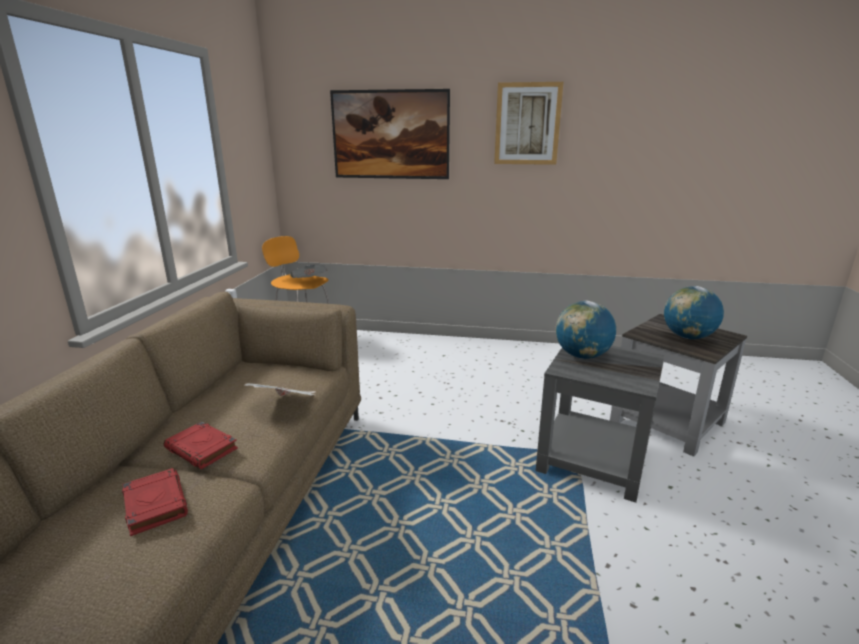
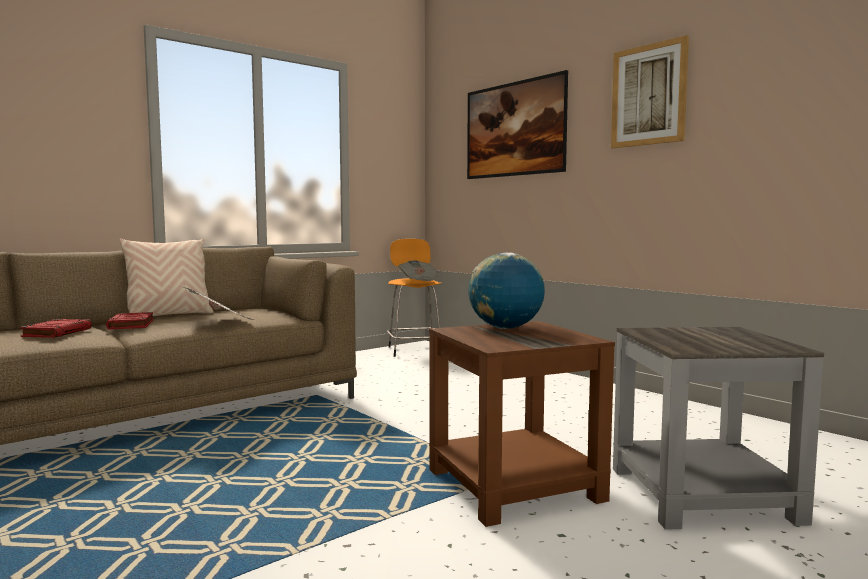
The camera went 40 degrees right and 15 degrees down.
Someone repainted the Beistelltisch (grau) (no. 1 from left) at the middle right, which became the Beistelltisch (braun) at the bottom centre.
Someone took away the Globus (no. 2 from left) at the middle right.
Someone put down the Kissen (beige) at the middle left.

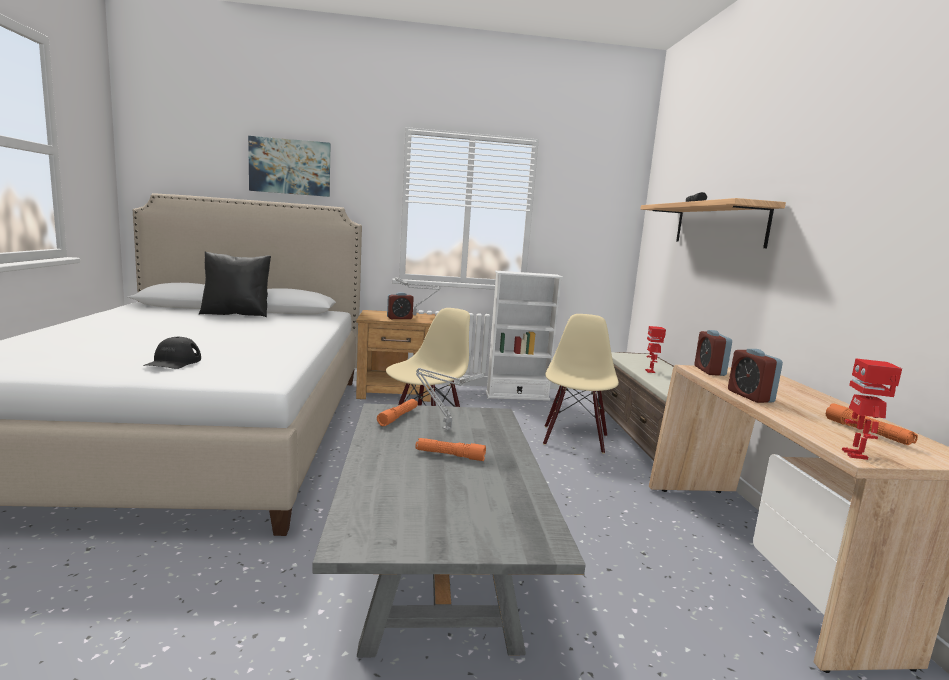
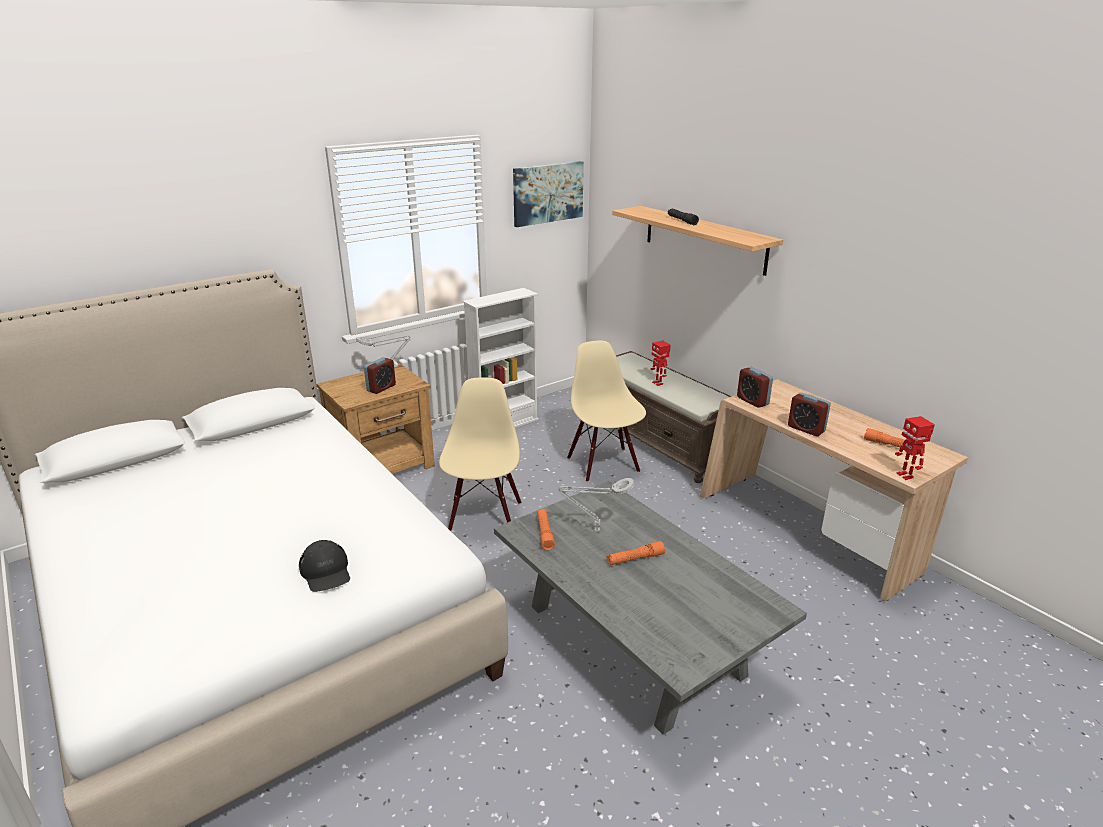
The camera went 30 degrees left and 15 degrees up.
Someone took away the Kissen (schwarz) at the middle left.
Someone carried the Bild from the top left to the top centre.

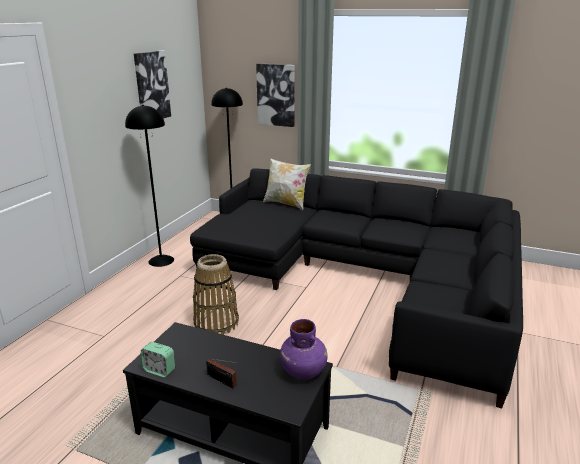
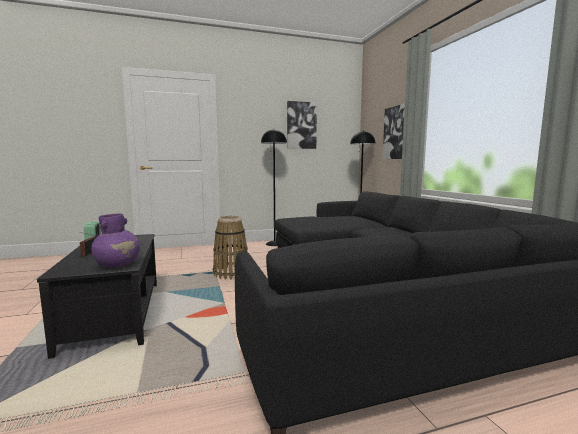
The camera went 50 degrees right and 15 degrees down.
Someone took away the Kissen at the centre.

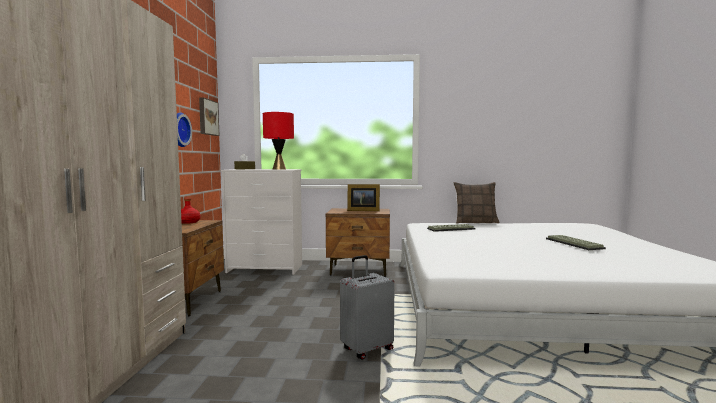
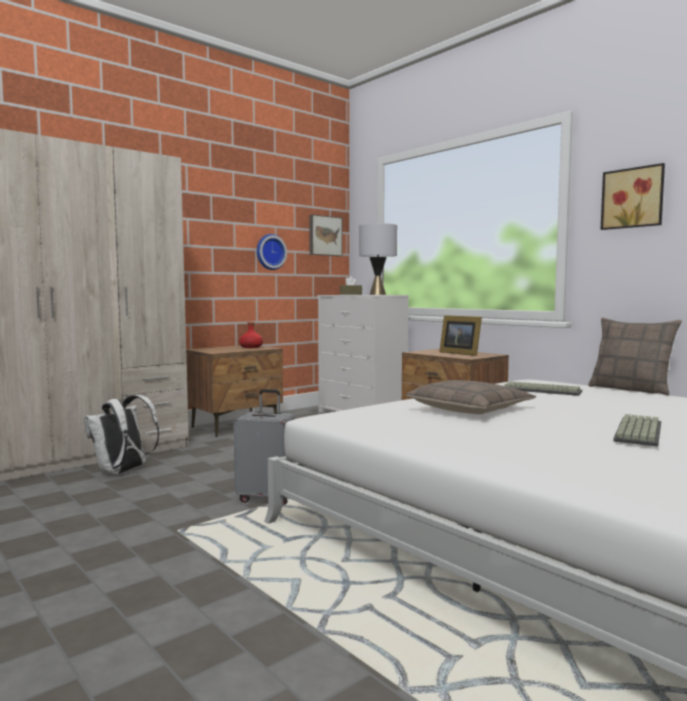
The camera went 45 degrees right and 0 degrees up.
Someone repainted the Tischlampe (rot) at the centre, which became the Tischlampe (grau) at the centre.
Someone put down the Rucksack (weiß) at the middle left.
Someone put down the Kissen (no. 1 from left) at the middle right.
Someone put up the Bild (no. 2 from left) at the top right.

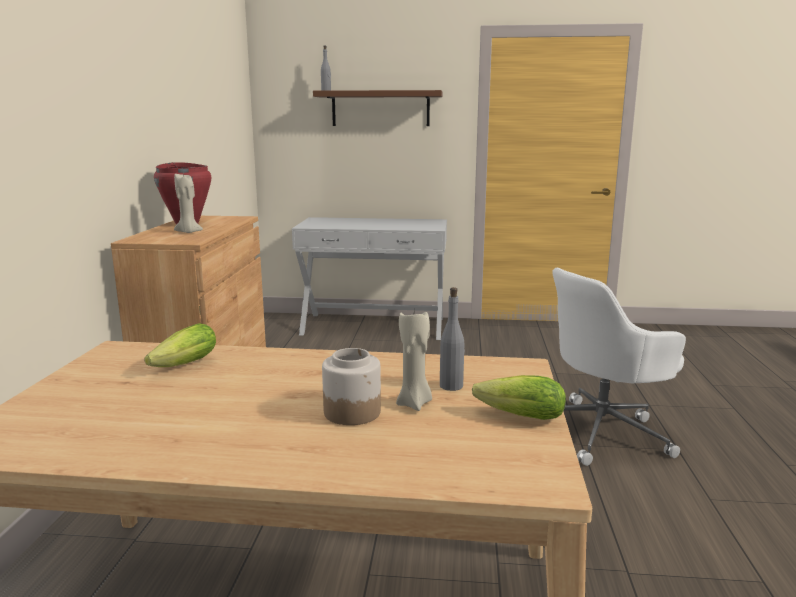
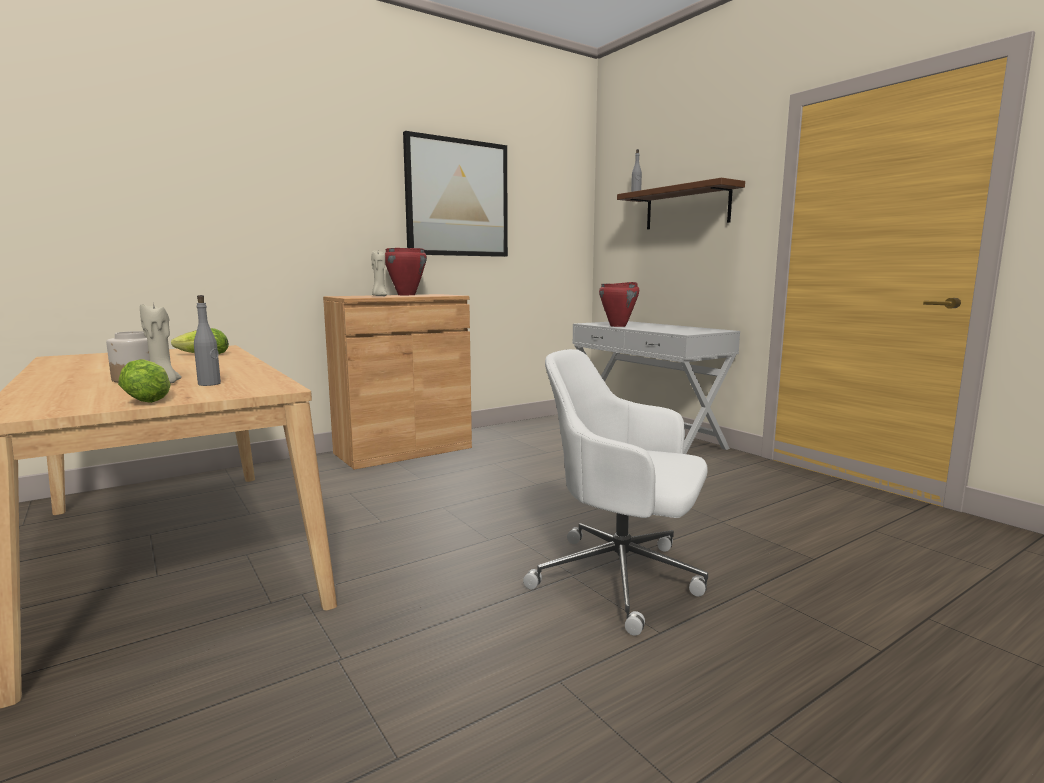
The camera went 50 degrees right and 5 degrees down.
Someone put up the Bild at the top centre.
Someone put down the Kochtopf (rot) (no. 2 from left) at the centre.

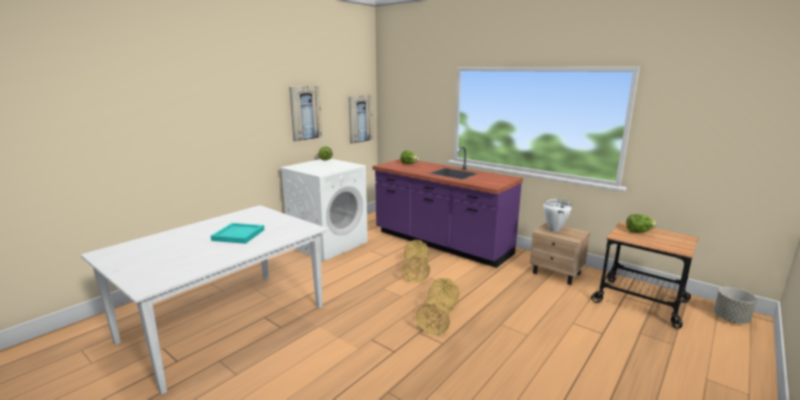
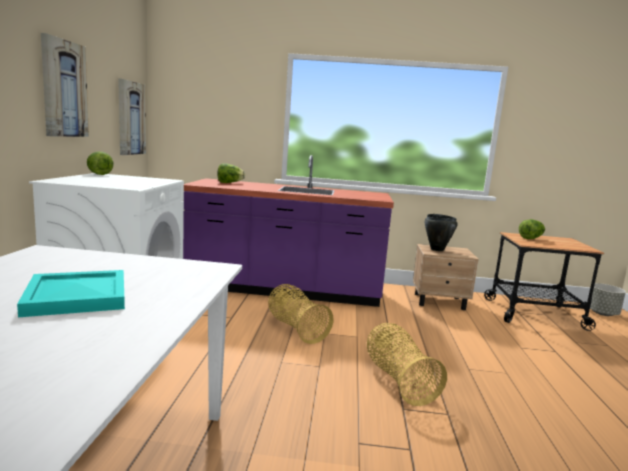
The camera went 35 degrees left and 5 degrees down.
Someone repainted the Kochtopf (weiß) at the middle right, which became the Kochtopf (schwarz) at the middle right.

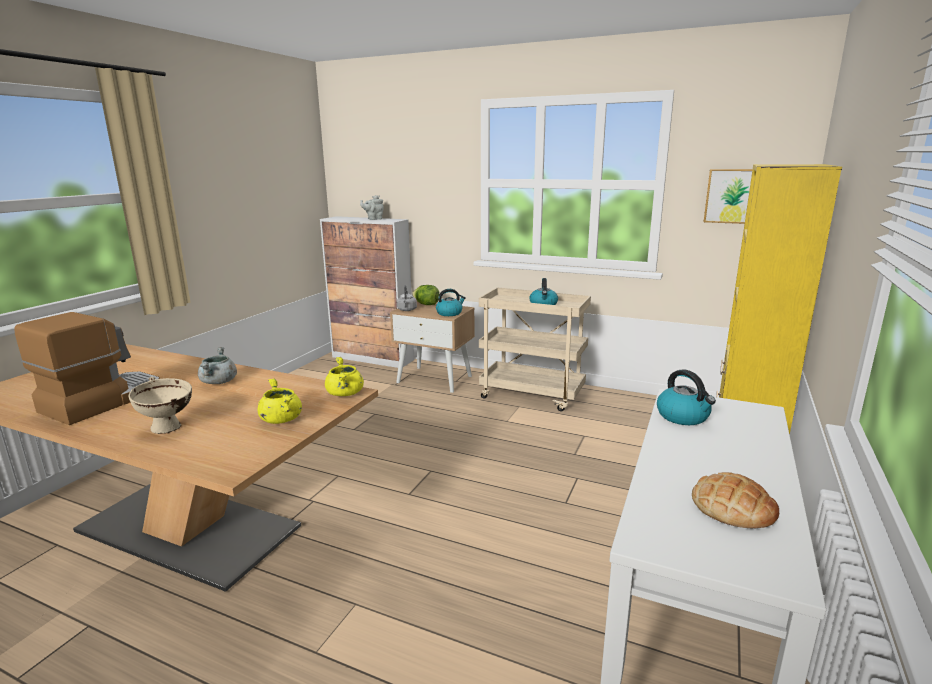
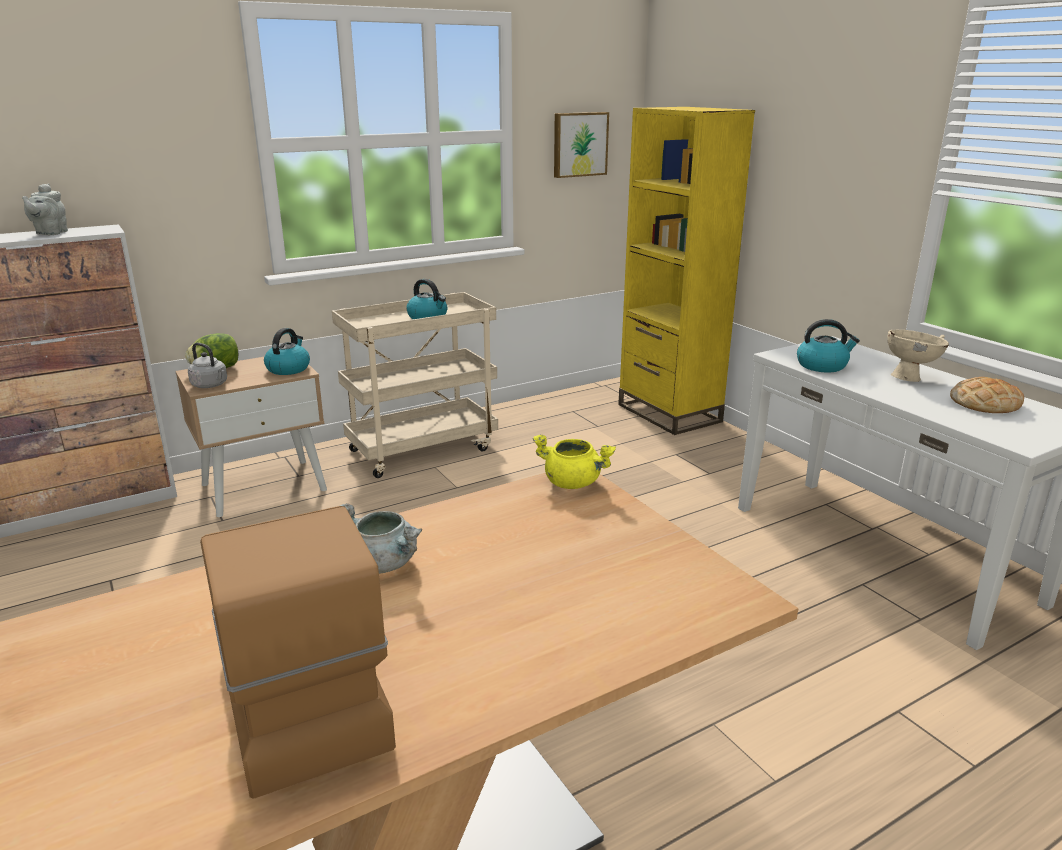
The camera went 55 degrees left and 5 degrees up.
Someone carried the Schüssel (beige) from the middle left to the middle right.
Someone took away the Kochtopf (gelb) (no. 1 from left) at the middle left.

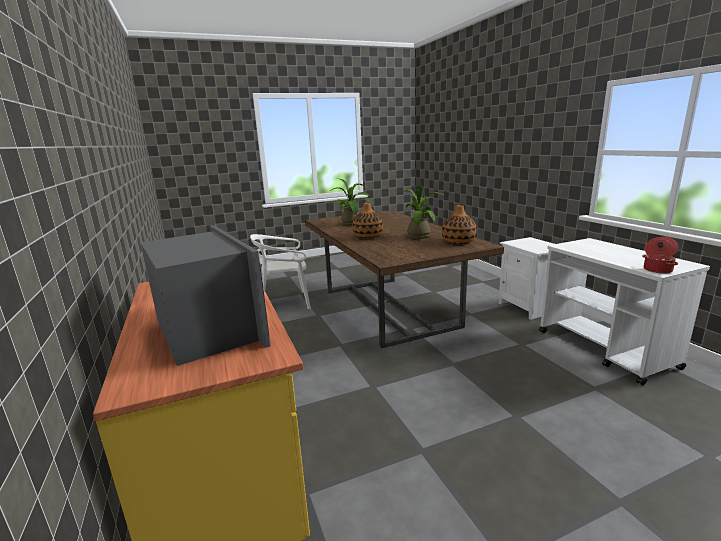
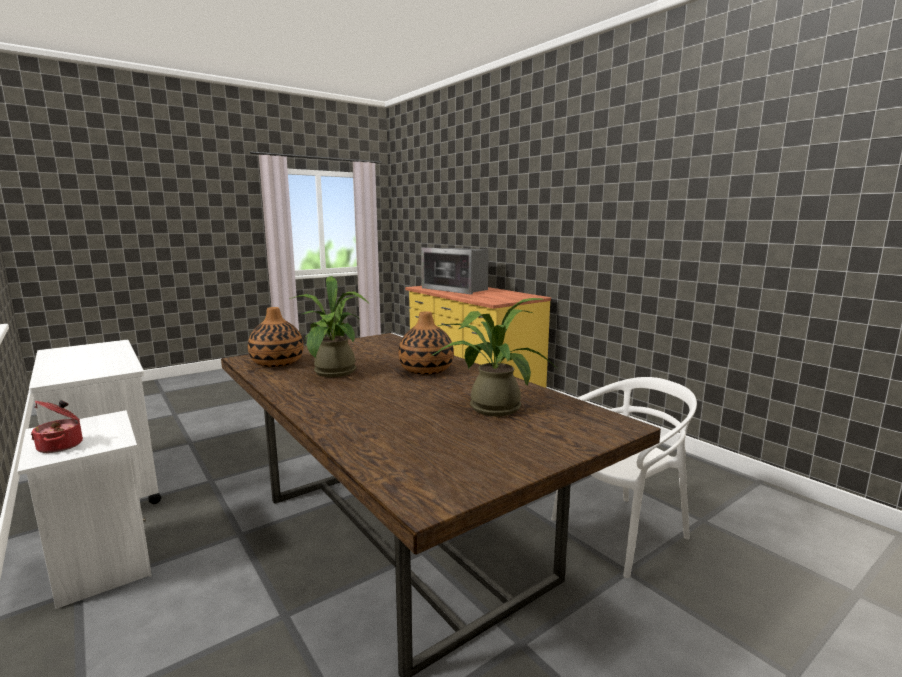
The camera went 165 degrees right and 5 degrees down.
Someone carried the Kochtopf from the middle right to the middle left.

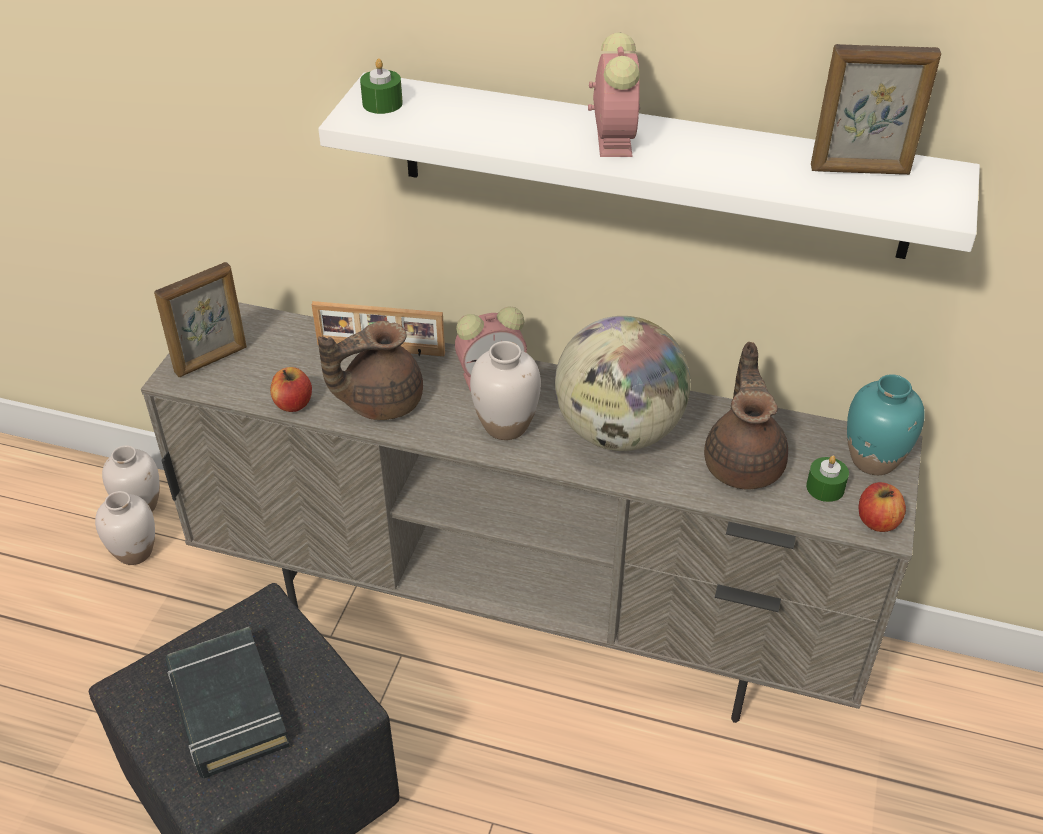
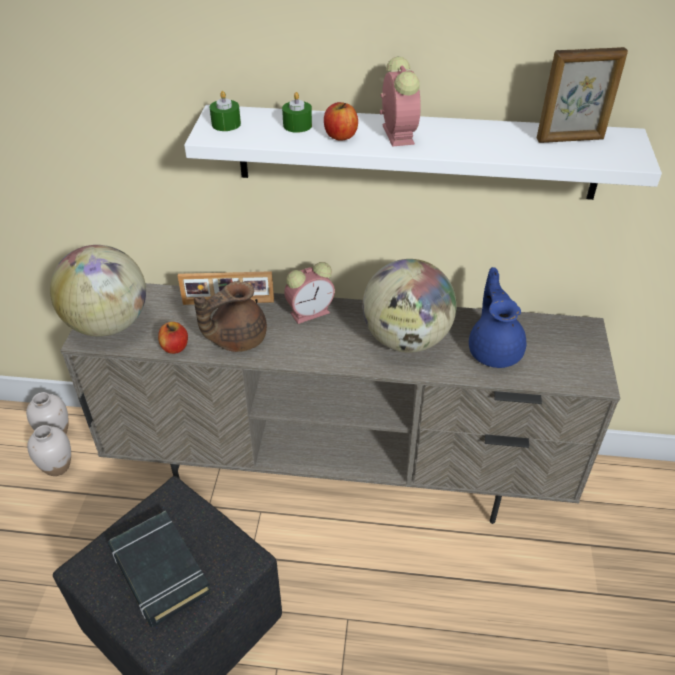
The camera went 10 degrees left and 0 degrees up.
Someone swapped the Bilderrahmen (no. 1 from left) at the middle left for the Globus (no. 1 from left) at the middle left.
Someone took away the Vase (weiß) (no. 3 from left) at the centre.
Someone repainted the Teekanne (braun) (no. 2 from left) at the middle right, which became the Teekanne (blau) at the middle right.
Someone carried the Kerze (grün) (no. 2 from left) from the middle right to the top centre.
Someone took away the Vase (türkis) at the middle right.
Someone carried the Apfel (no. 2 from left) from the middle right to the top centre.

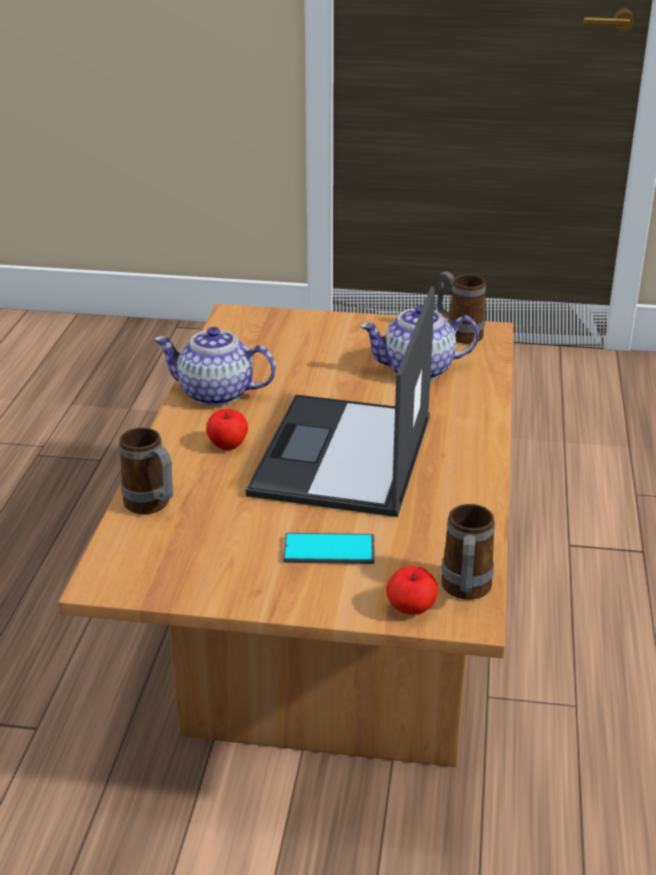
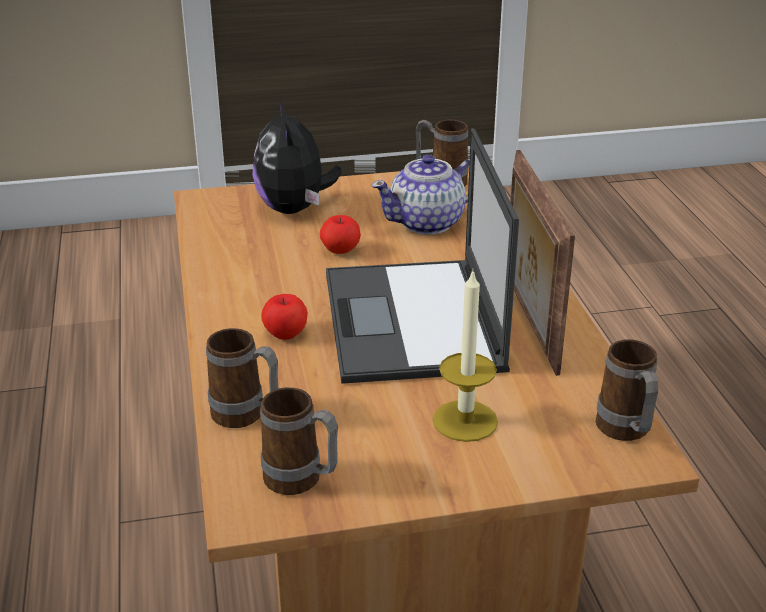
The camera went 20 degrees left and 0 degrees up.
Someone took away the Teekanne (no. 1 from left) at the middle left.
Someone swapped the Handy at the centre for the Kerze at the centre.
Someone carried the Apfel (no. 2 from left) from the bottom centre to the centre.
Someone put down the Plüschtier at the top centre.
Someone put down the Henkelbecher (no. 2 from left) at the bottom centre.
Someone put down the Bilderrahmen at the middle right.

